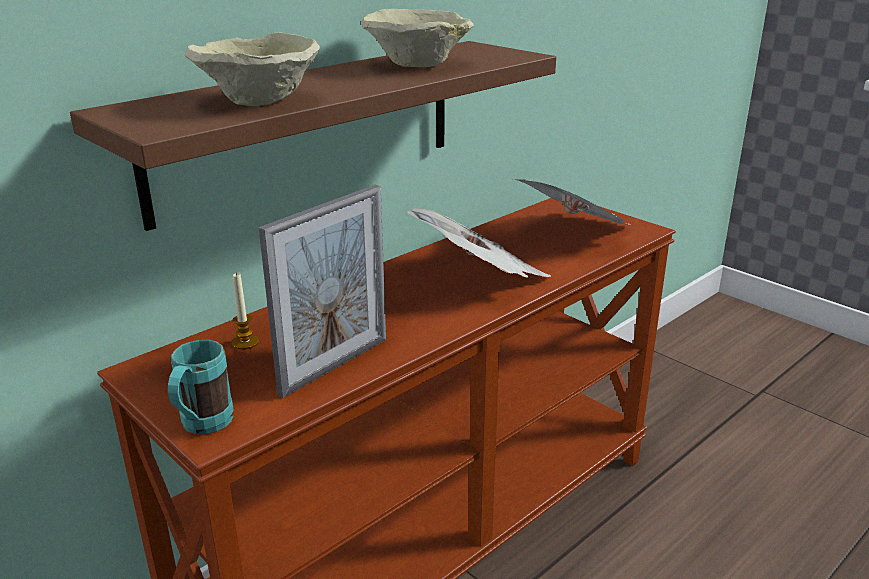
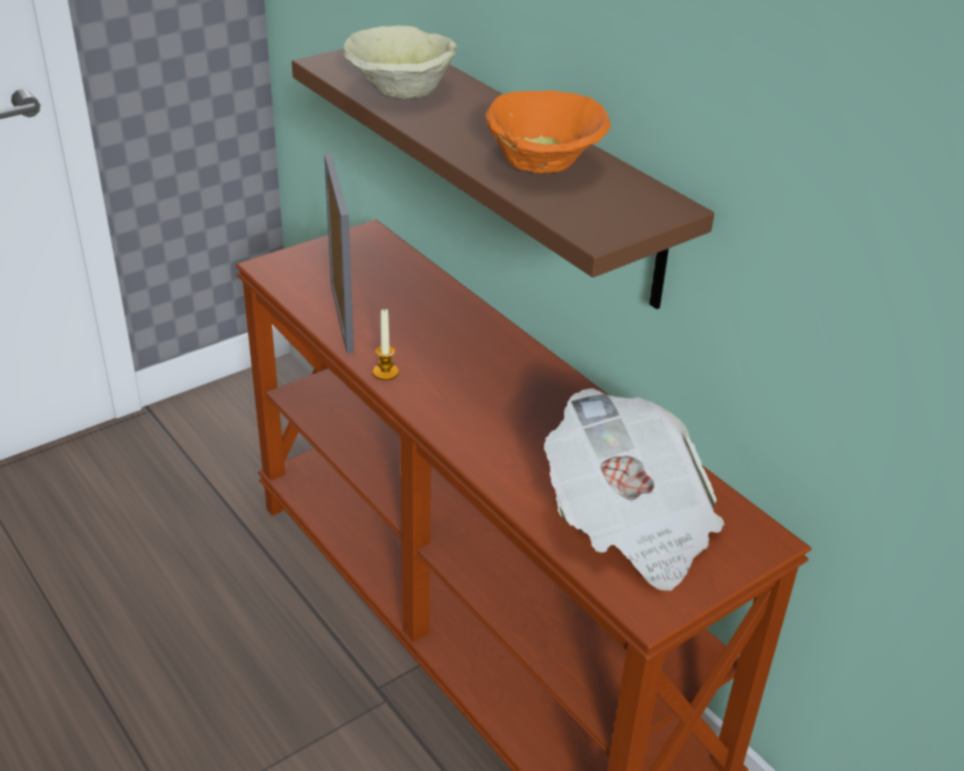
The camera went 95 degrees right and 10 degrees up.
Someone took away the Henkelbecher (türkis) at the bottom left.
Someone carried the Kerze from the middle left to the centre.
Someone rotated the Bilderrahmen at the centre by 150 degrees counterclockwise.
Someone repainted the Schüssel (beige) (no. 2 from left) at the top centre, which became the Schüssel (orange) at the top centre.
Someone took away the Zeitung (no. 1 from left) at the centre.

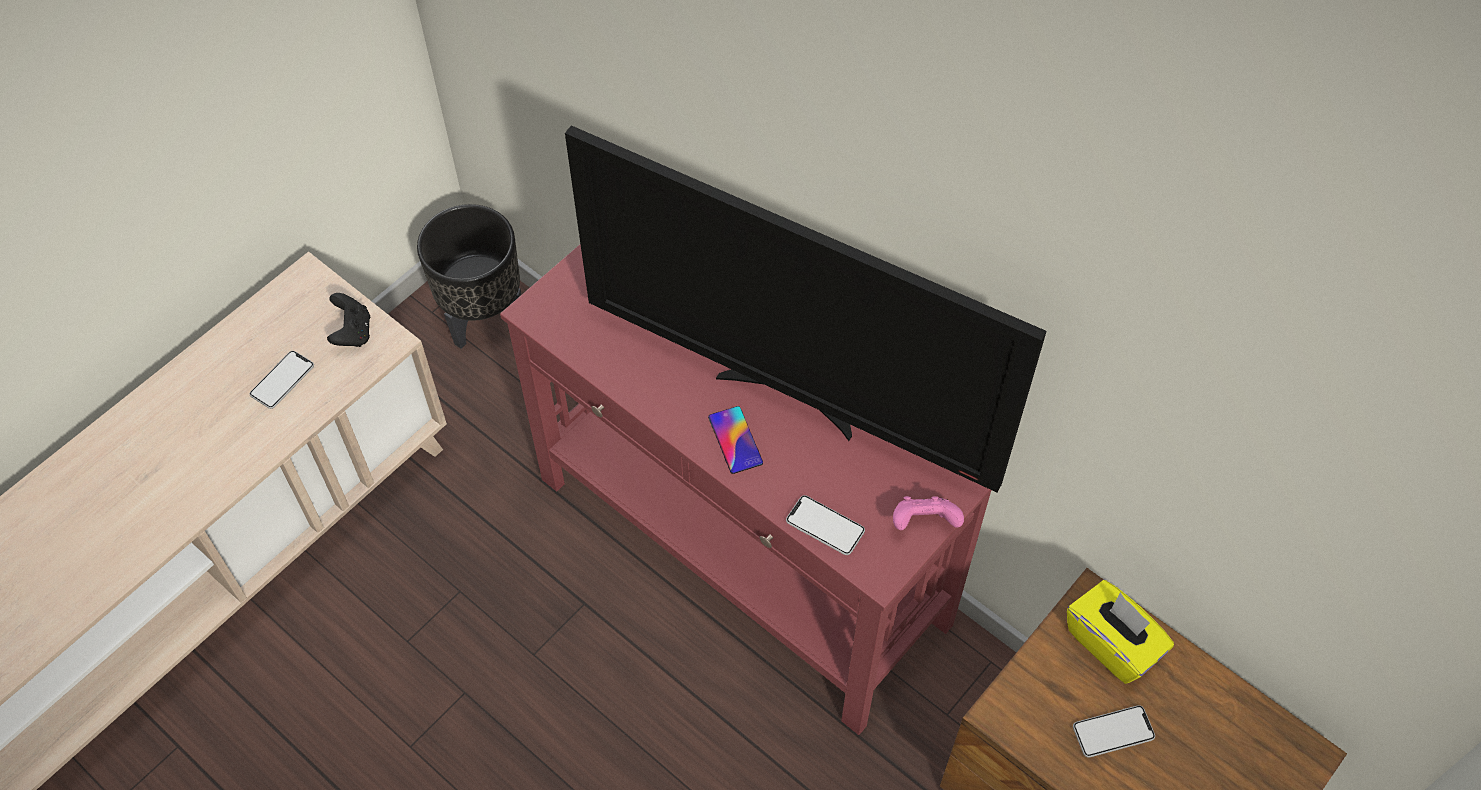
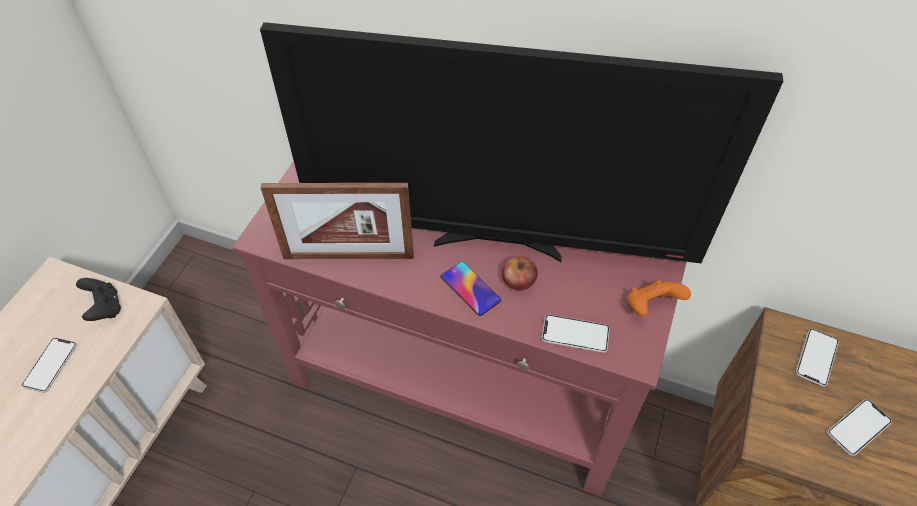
The camera went 20 degrees left and 5 degrees down.
Someone took away the Pflanzkübel (schwarz) at the middle left.
Someone repainted the Gamepad (rosa) at the centre, which became the Gamepad (orange) at the middle right.
Someone swapped the Taschentuchbox (gelb) at the bottom right for the Handy (no. 4 from left) at the bottom right.
Someone put down the Bilderrahmen at the centre.
Someone put down the Apfel at the centre.

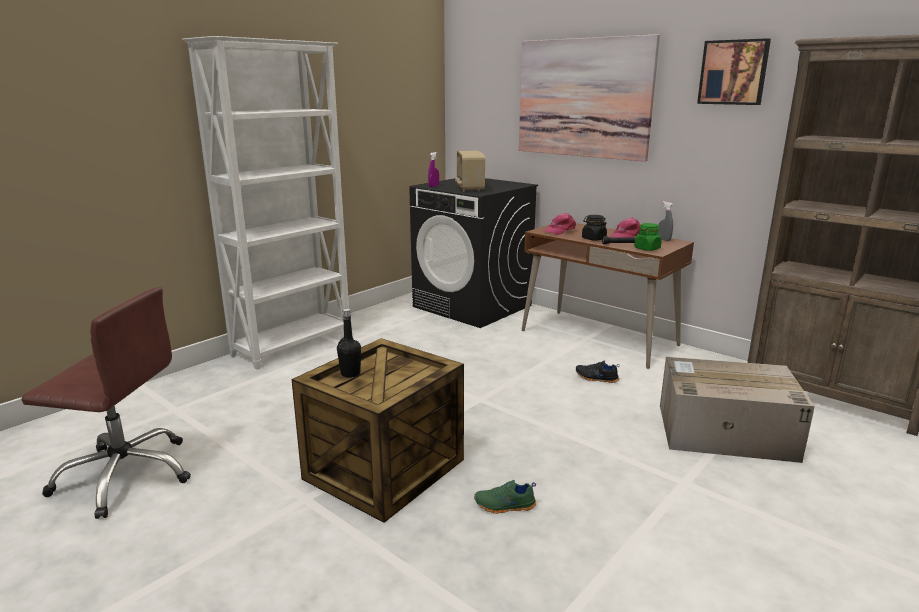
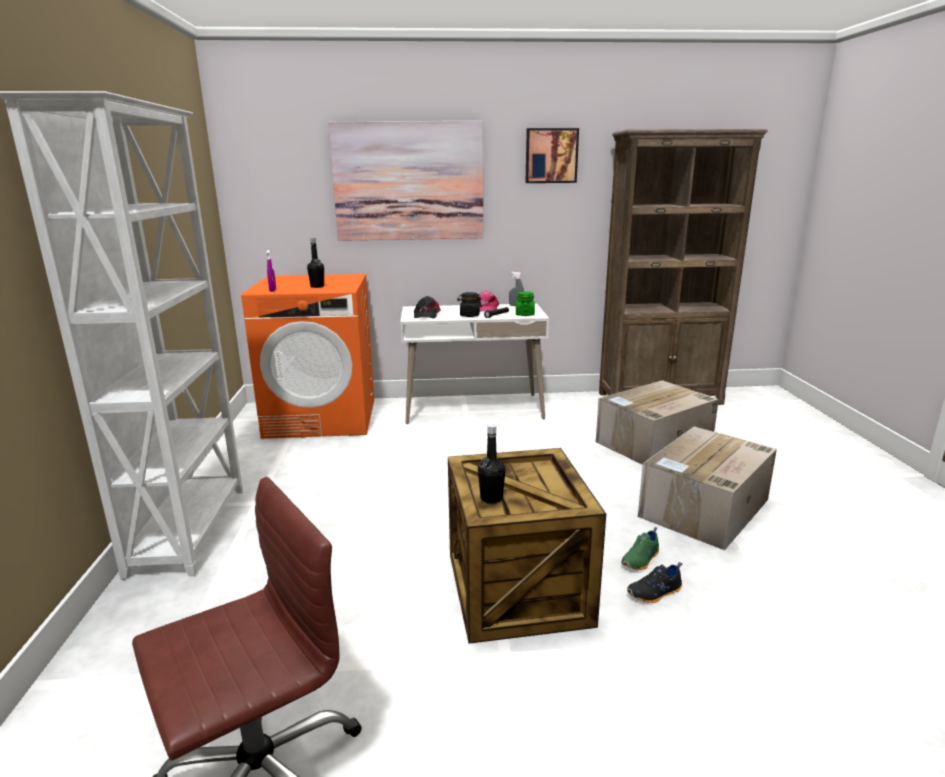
The camera went 45 degrees left and 0 degrees up.
Someone repainted the Waschmaschine (schwarz) at the centre, which became the Waschmaschine (orange) at the middle left.
Someone swapped the Radio at the top centre for the Flasche (schwarz) (no. 1 from left) at the centre.
Someone repainted the Schreibtisch (braun) at the centre, which became the Schreibtisch (weiß) at the centre.
Someone repainted the Kappe (rosa) (no. 1 from left) at the centre, which became the Kappe (schwarz) at the centre.
Someone carried the Schuh (schwarz) from the centre to the bottom right.
Someone put down the Karton (no. 2 from left) at the middle right.

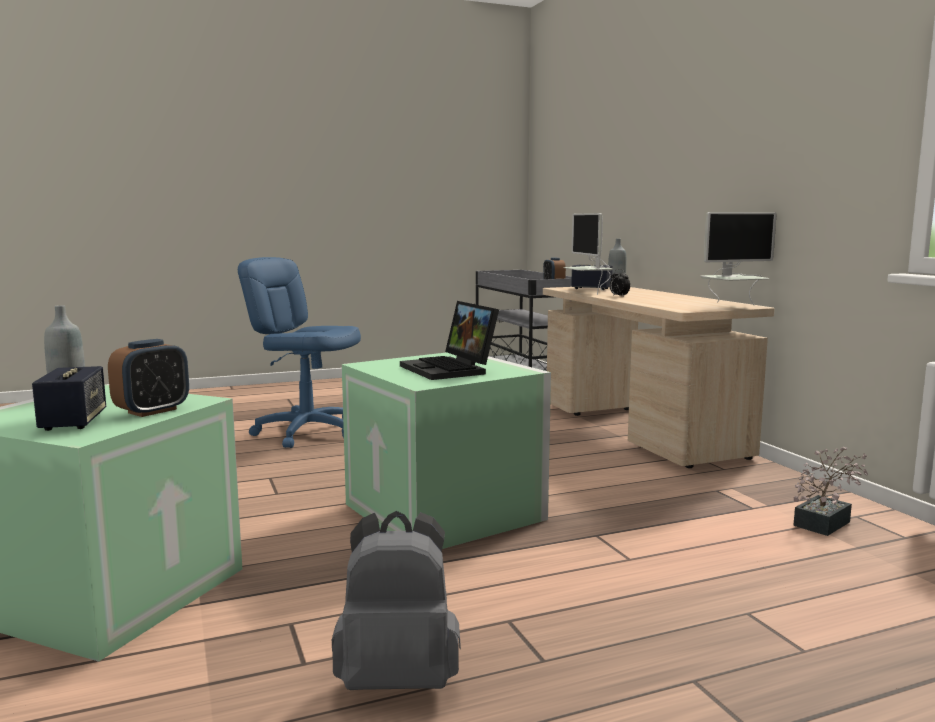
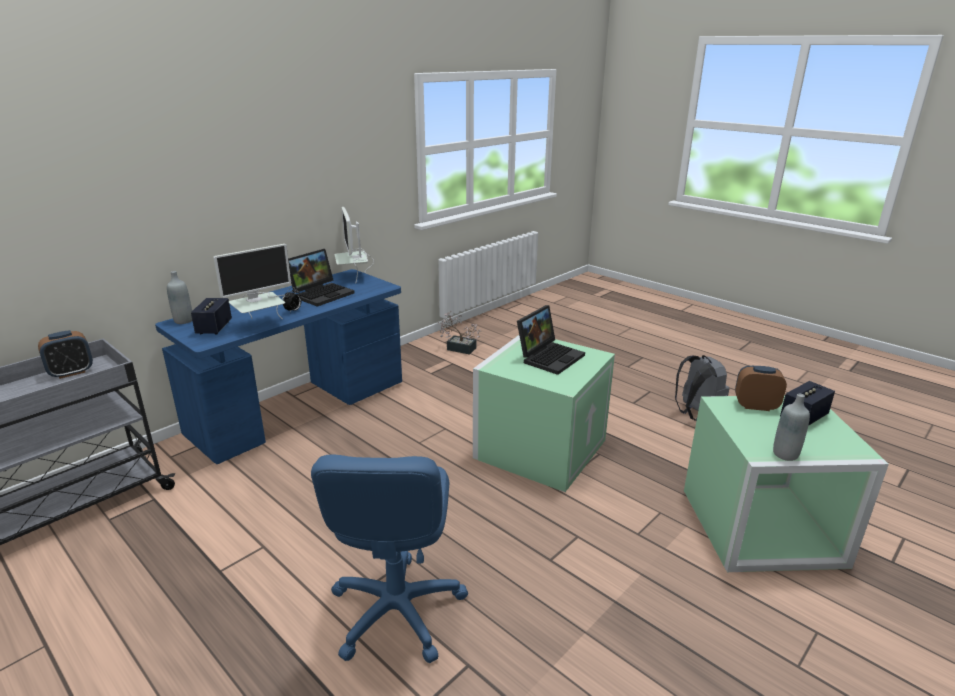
The camera went 115 degrees left and 15 degrees up.
Someone repainted the Schreibtisch (beige) at the middle right, which became the Schreibtisch (blau) at the middle left.
Someone rotated the Monitor (no. 2 from left) at the middle right by 150 degrees counterclockwise.
Someone put down the Laptop (no. 1 from left) at the centre.

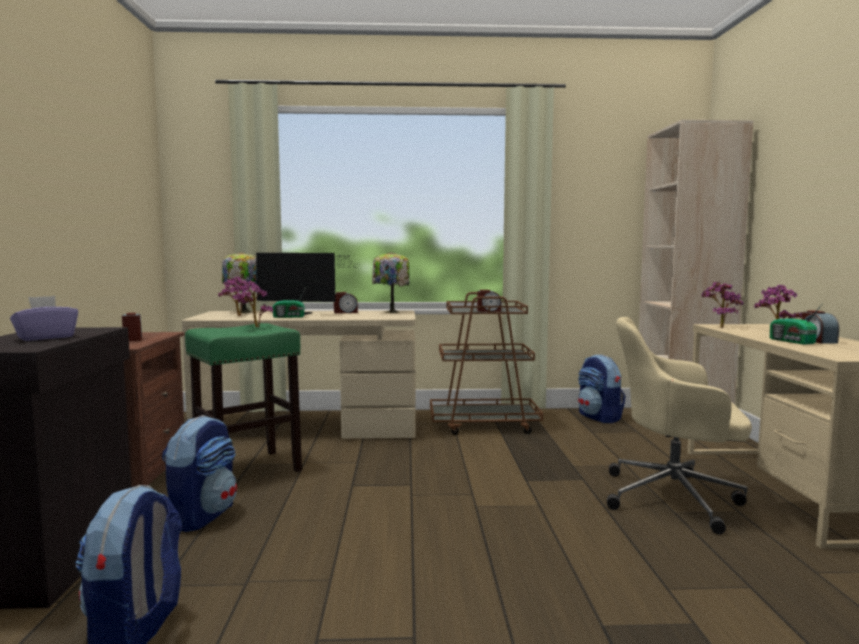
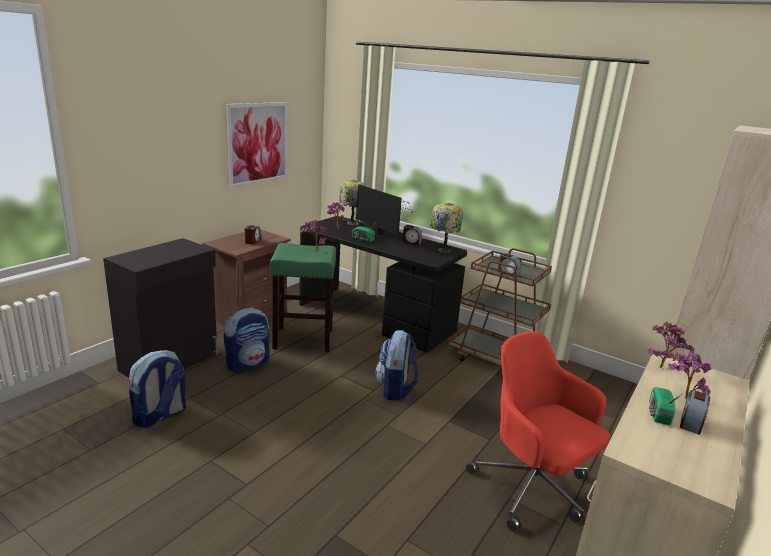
The camera went 35 degrees right and 15 degrees up.
Someone took away the Taschentuchbox (lila) at the middle left.
Someone repainted the Schreibtisch (beige) (no. 1 from left) at the centre, which became the Schreibtisch (schwarz) at the centre.
Someone carried the Rucksack (no. 3 from left) from the middle right to the centre.
Someone repainted the Bürostuhl (beige) at the middle right, which became the Bürostuhl (rot) at the bottom right.
Someone put up the Bild at the top centre.

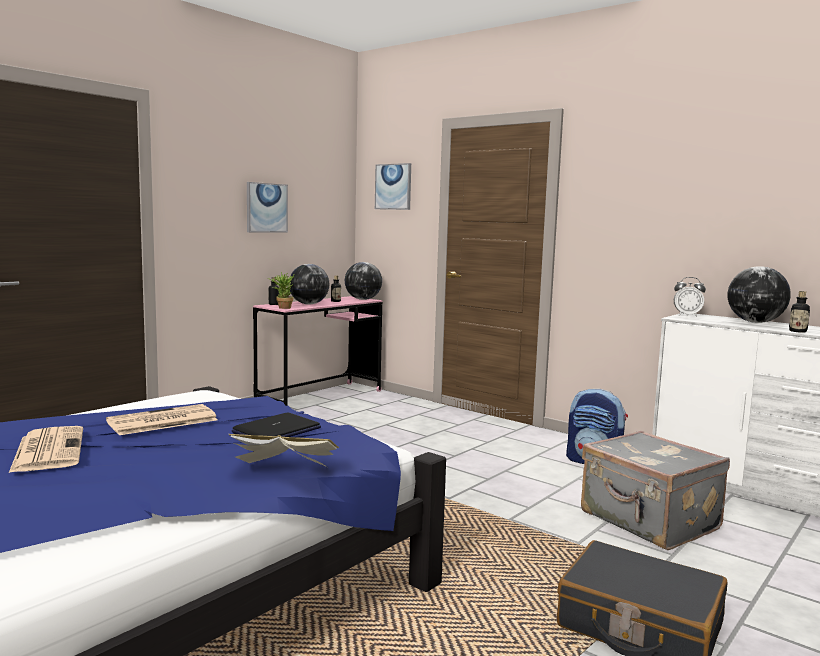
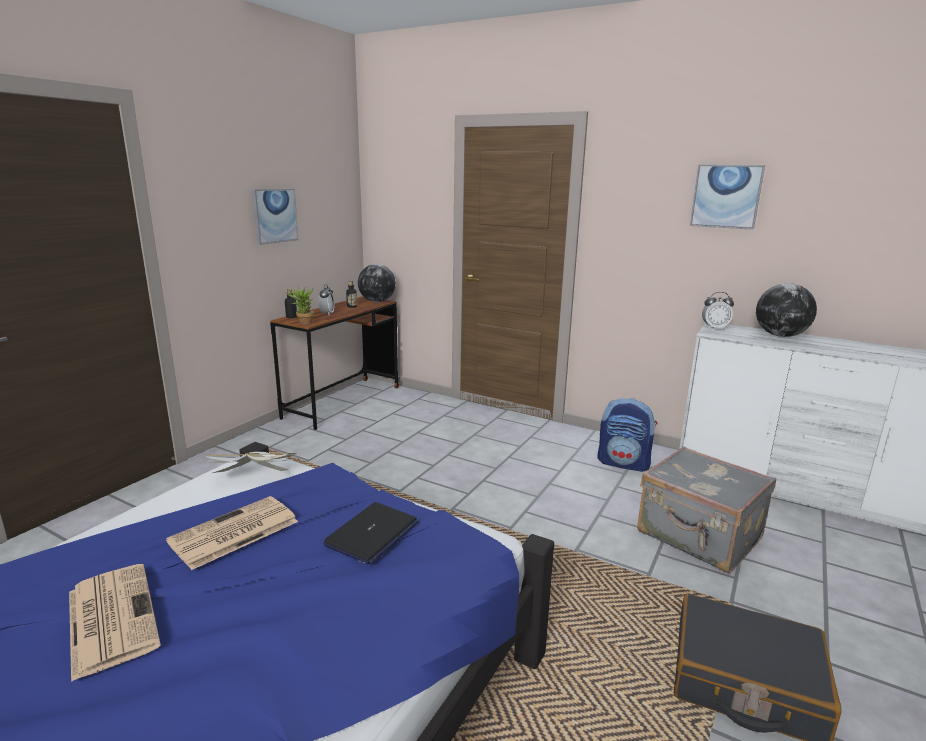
The camera went 10 degrees left and 10 degrees up.
Someone carried the Buch from the bottom centre to the middle left.
Someone repainted the Schreibtisch (rosa) at the centre, which became the Schreibtisch (braun) at the centre.
Someone swapped the Globus (no. 1 from left) at the centre for the Wecker (no. 1 from left) at the centre.
Someone carried the Bild (no. 2 from left) from the top centre to the top right.
Someone took away the Flasche (no. 3 from left) at the middle right.

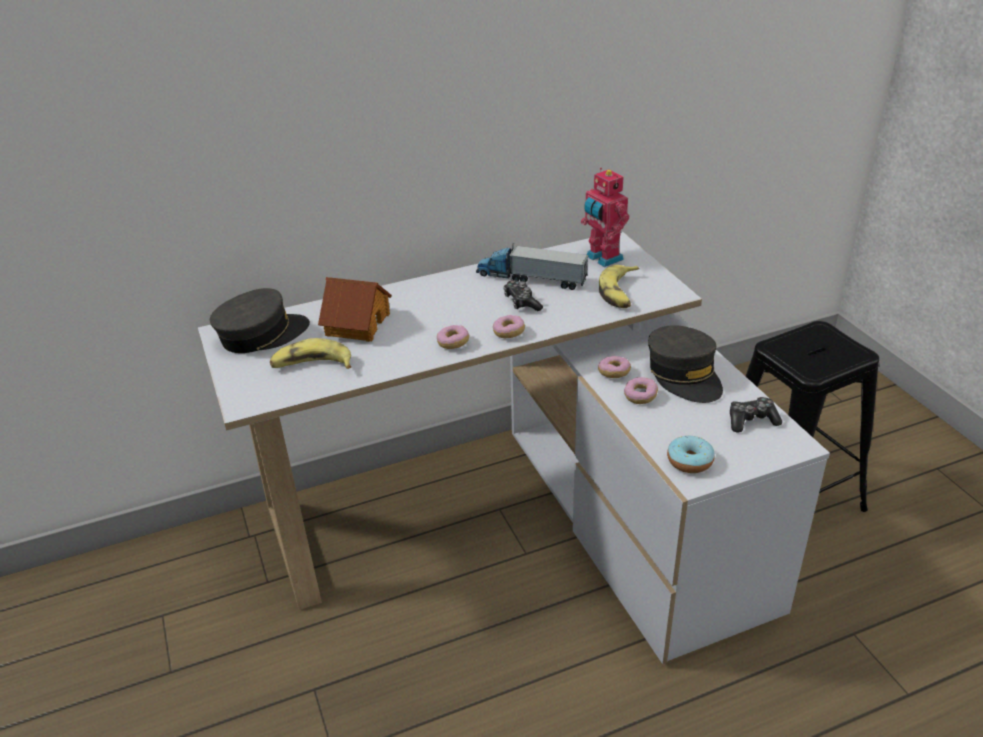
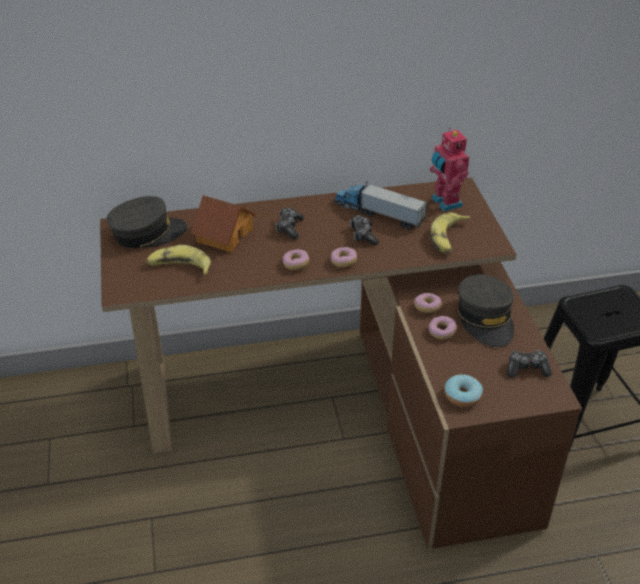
The camera went 10 degrees right and 5 degrees up.
Someone repainted the Schreibtisch (weiß) at the centre, which became the Schreibtisch (braun) at the centre.
Someone put down the Gamepad (no. 1 from left) at the centre.

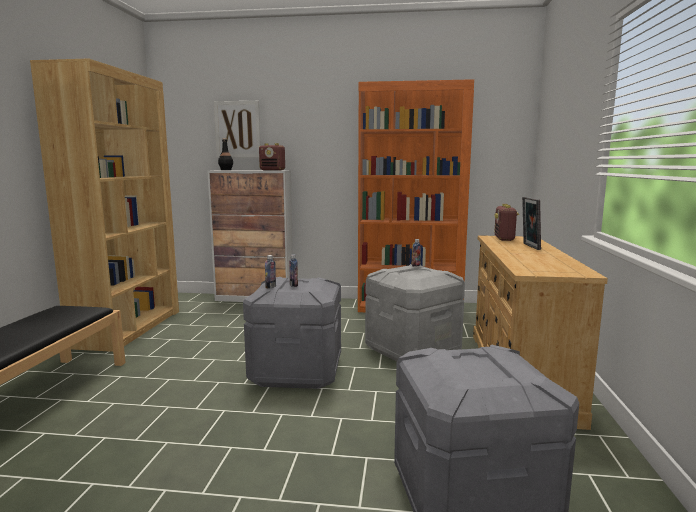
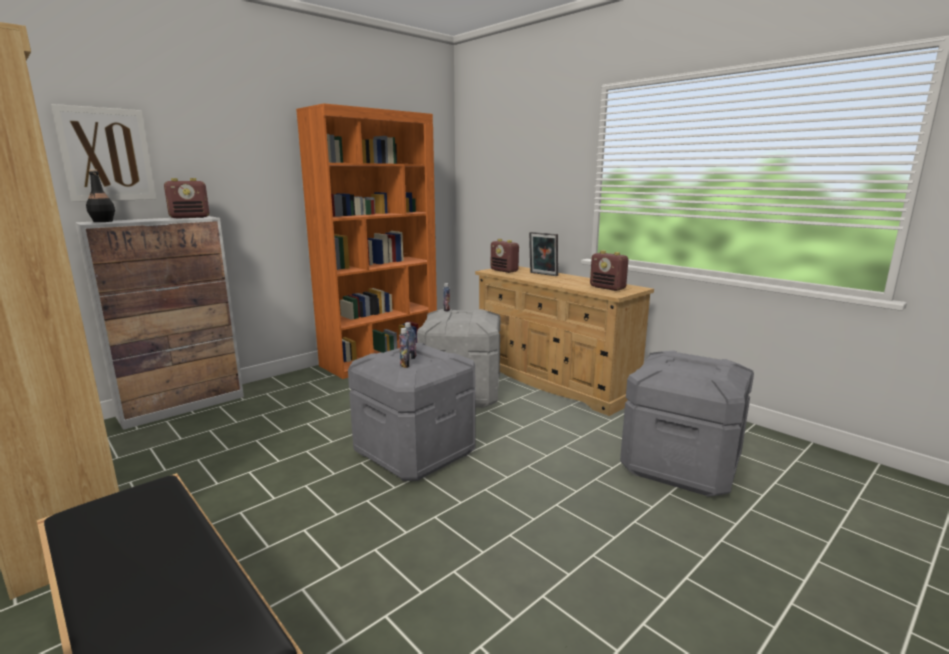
The camera went 50 degrees left and 5 degrees up.
Someone put down the Radio (no. 3 from left) at the centre.

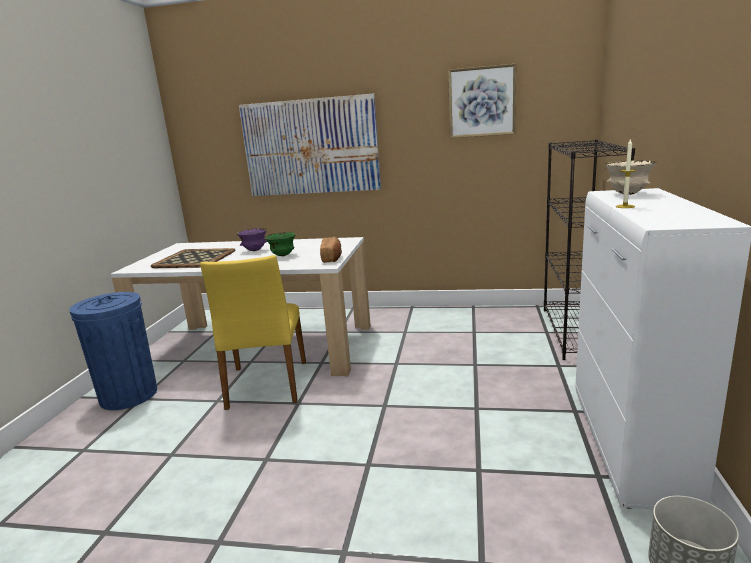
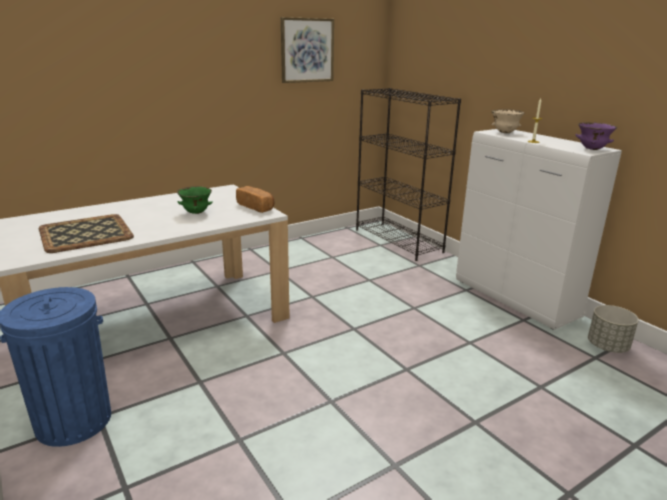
The camera went 45 degrees left and 5 degrees up.
Someone took away the Stuhl (gelb) at the centre.
Someone carried the Schüssel (lila) from the centre to the top right.
Someone took away the Bild (no. 1 from left) at the top centre.

